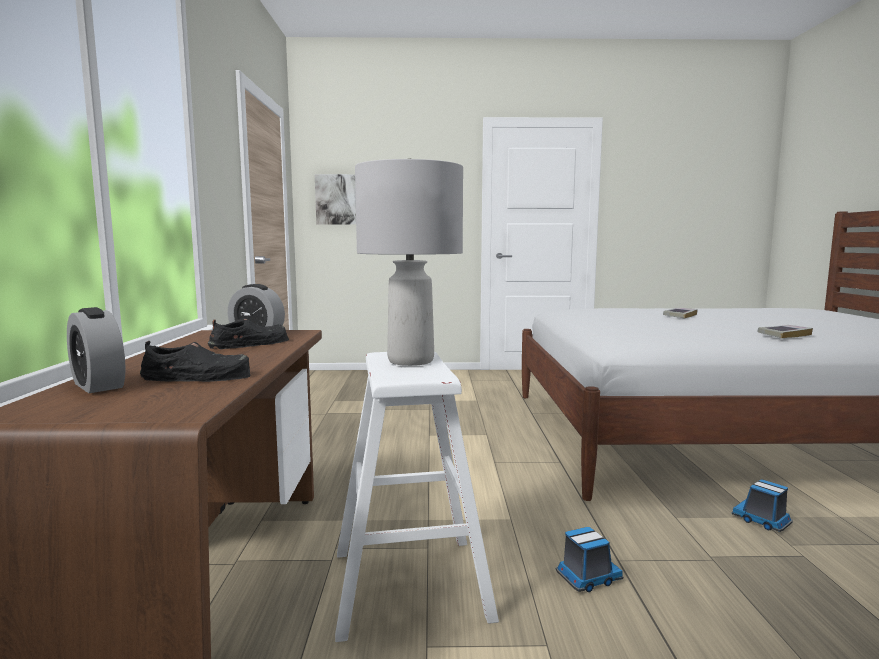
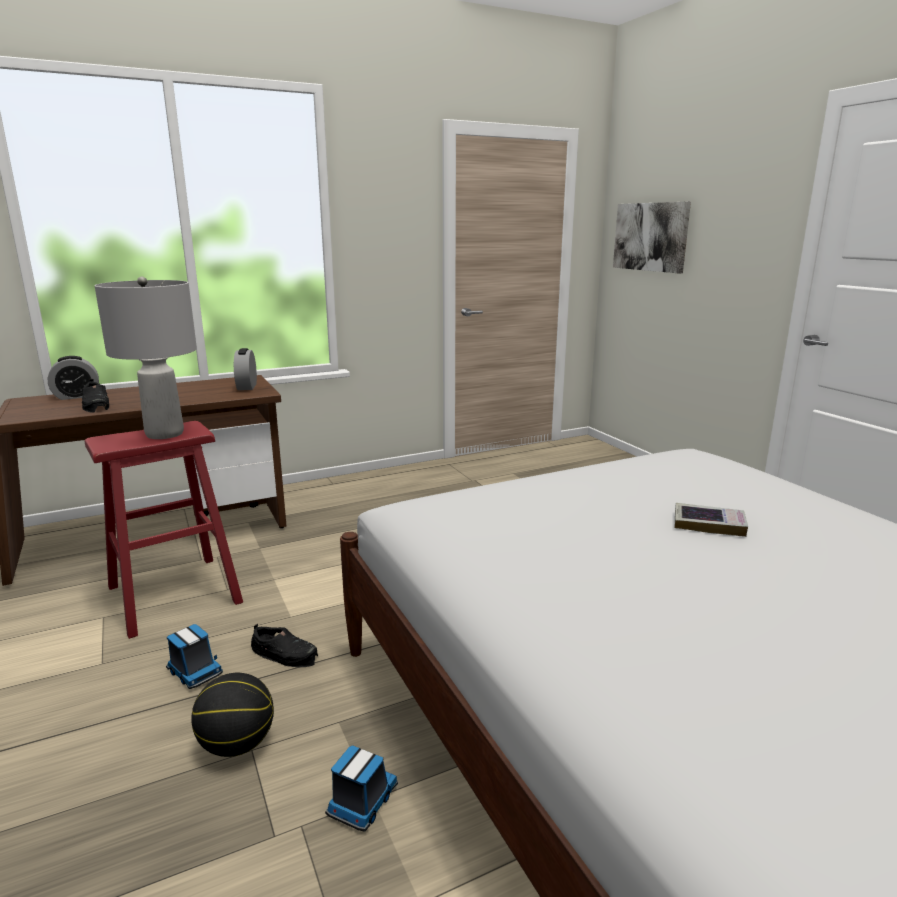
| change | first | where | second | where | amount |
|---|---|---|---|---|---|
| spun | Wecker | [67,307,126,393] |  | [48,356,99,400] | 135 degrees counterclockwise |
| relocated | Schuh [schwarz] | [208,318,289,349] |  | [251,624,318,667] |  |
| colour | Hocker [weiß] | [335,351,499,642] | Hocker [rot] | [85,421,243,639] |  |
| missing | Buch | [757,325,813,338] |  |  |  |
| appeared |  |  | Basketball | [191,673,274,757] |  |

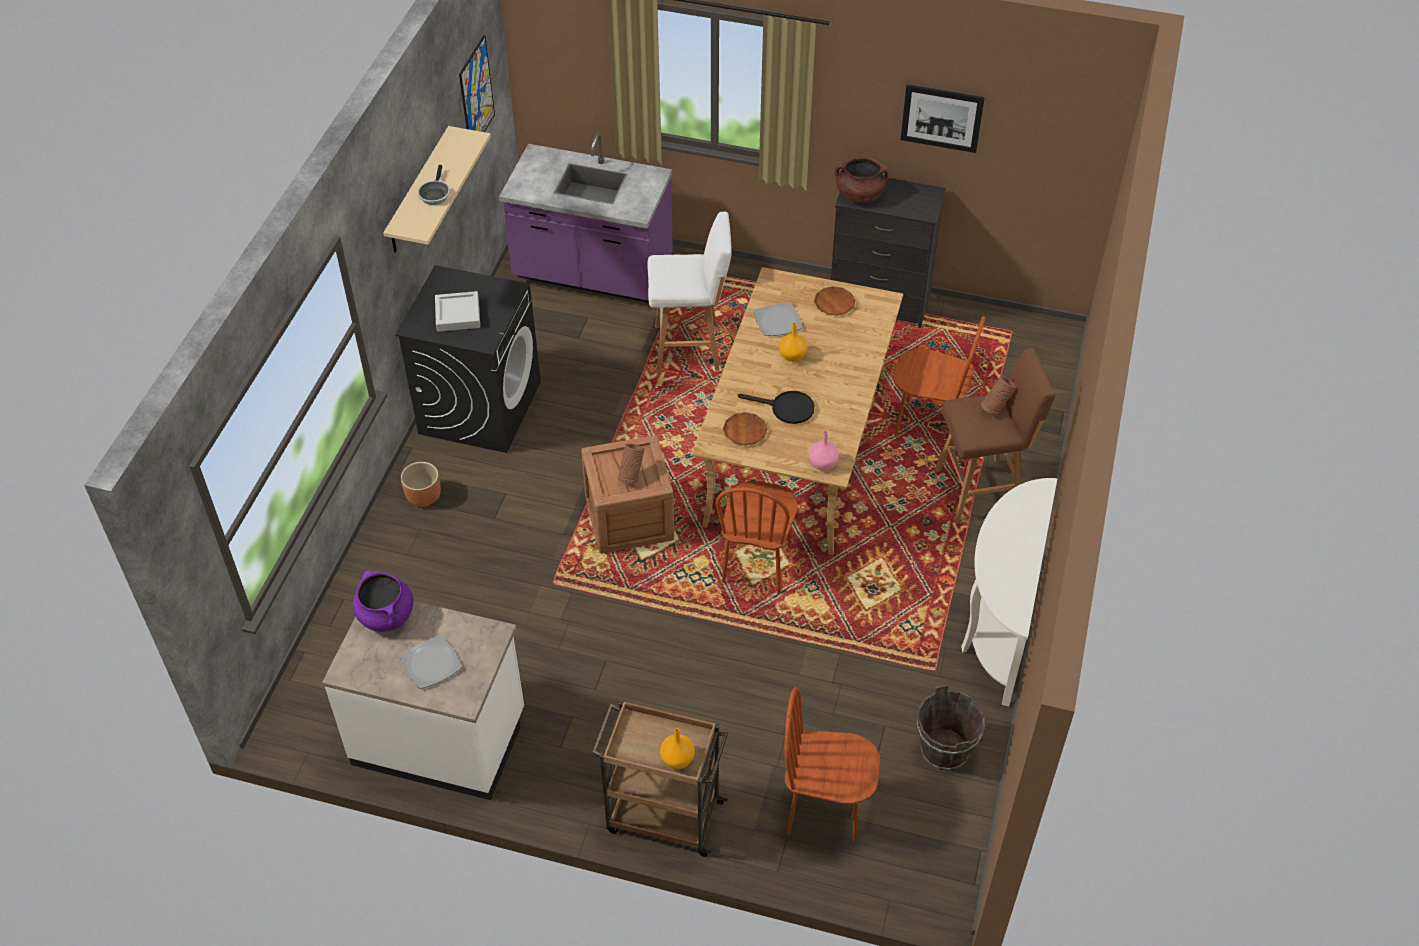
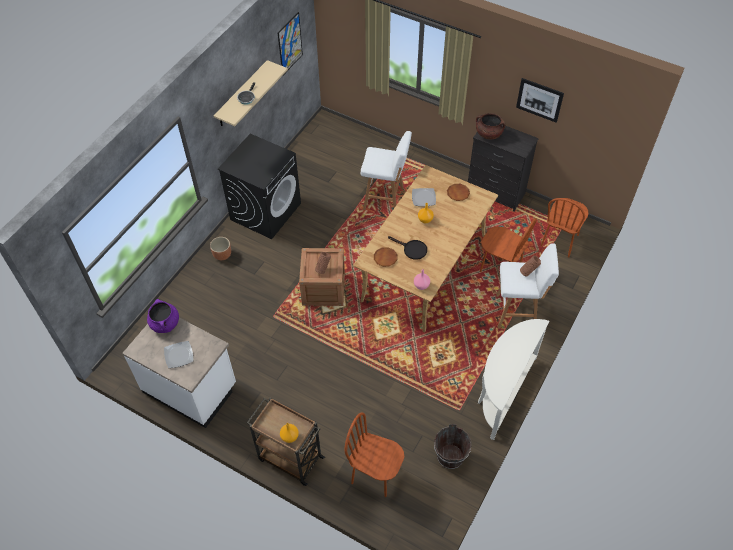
| change | first | where | second | where | amount |
|---|---|---|---|---|---|
| missing | Tablett [grau] | [435,291,480,332] |  |  |  |
| missing | Küchenzeile [lila] | [499,134,673,303] |  |  |  |
| relocated | Stuhl [braun] | [716,481,798,594] |  | [541,198,588,257] |  |
| colour | Hocker [braun] | [935,348,1055,523] | Hocker [weiß] | [496,243,559,328] |  |

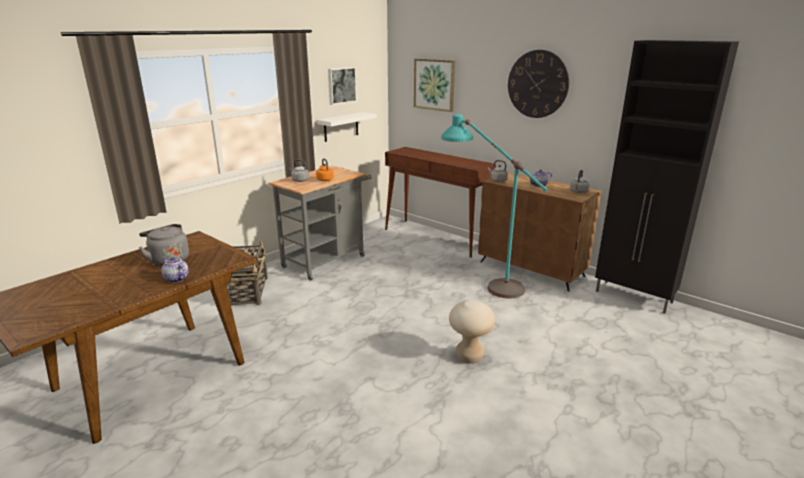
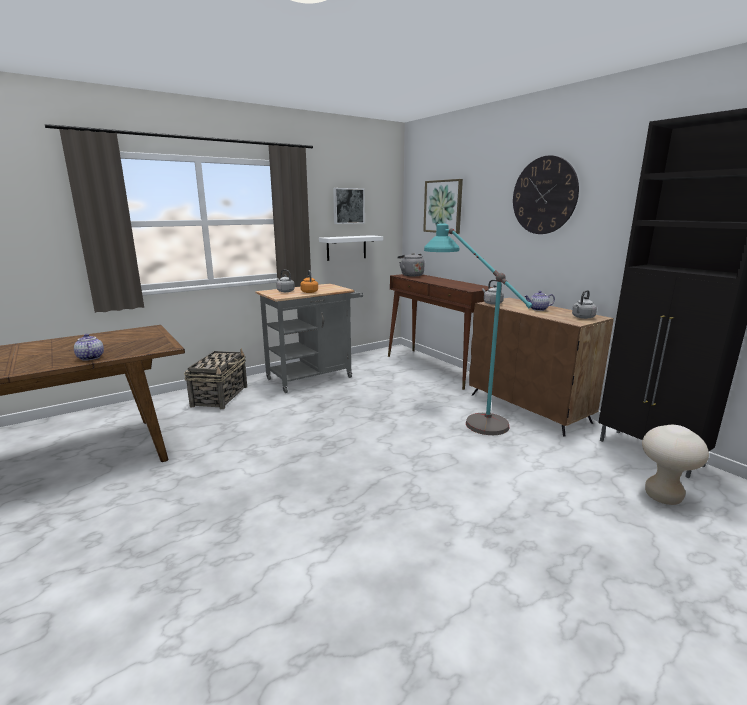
| change | first | where | second | where | amount |
|---|---|---|---|---|---|
| relocated | Wasserkessel [grau] | [139,224,189,266] |  | [397,253,425,277] |  |
| relocated | Hocker [beige] | [449,300,495,364] |  | [642,425,709,505] |  |

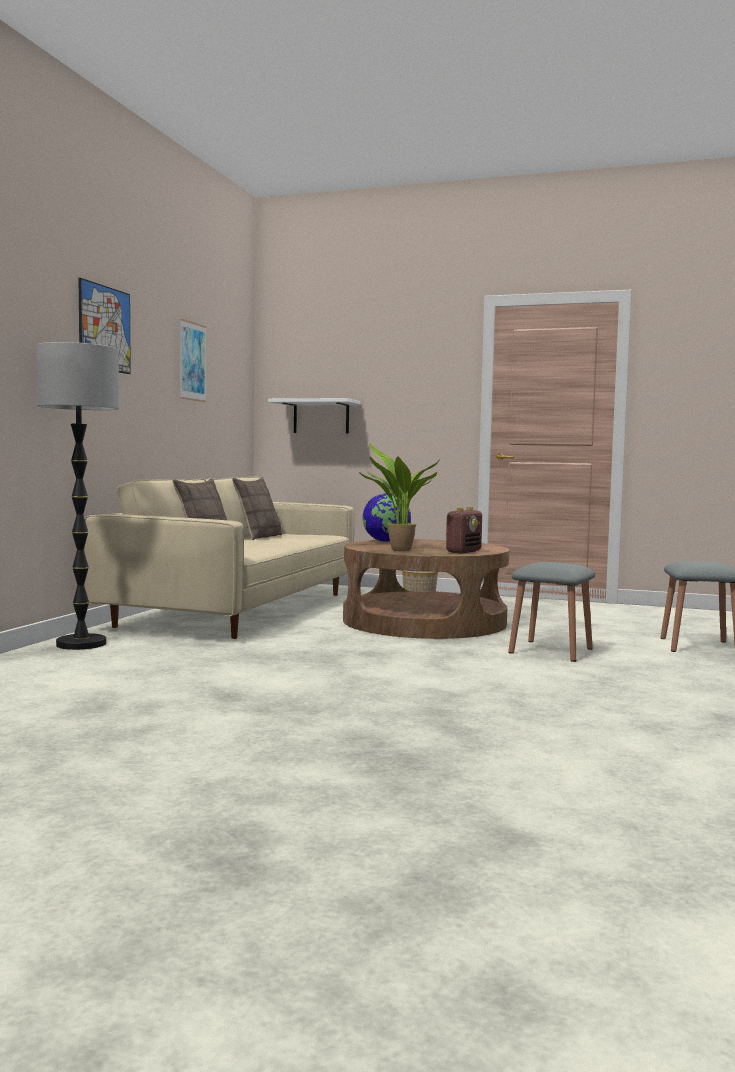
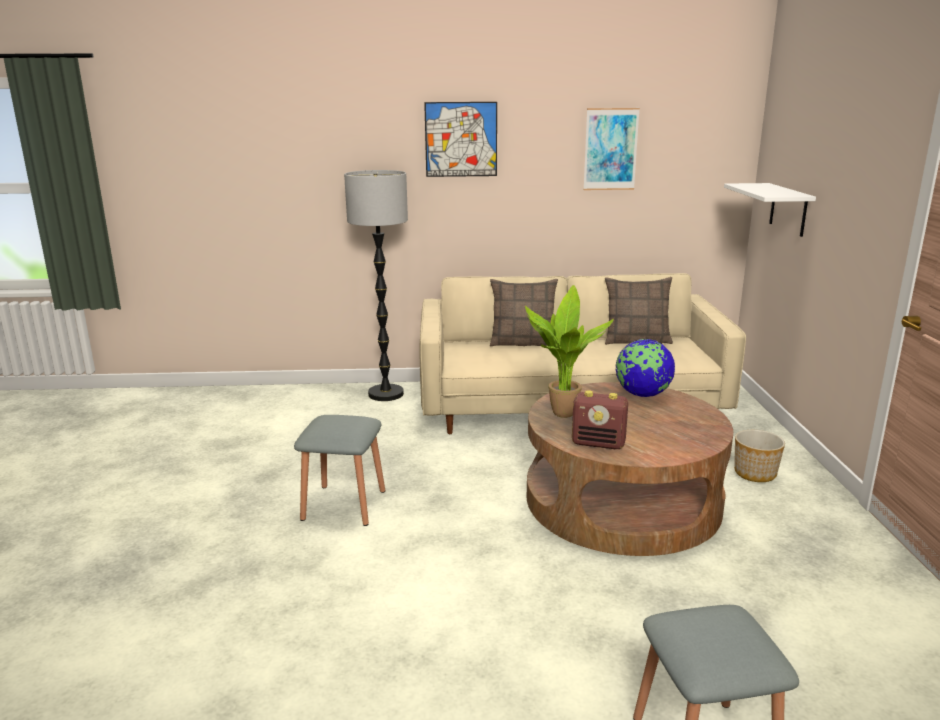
| change | first | where | second | where | amount |
|---|---|---|---|---|---|
| relocated | Hocker [grau] | [508,562,595,662] |  | [294,415,385,526] |  |

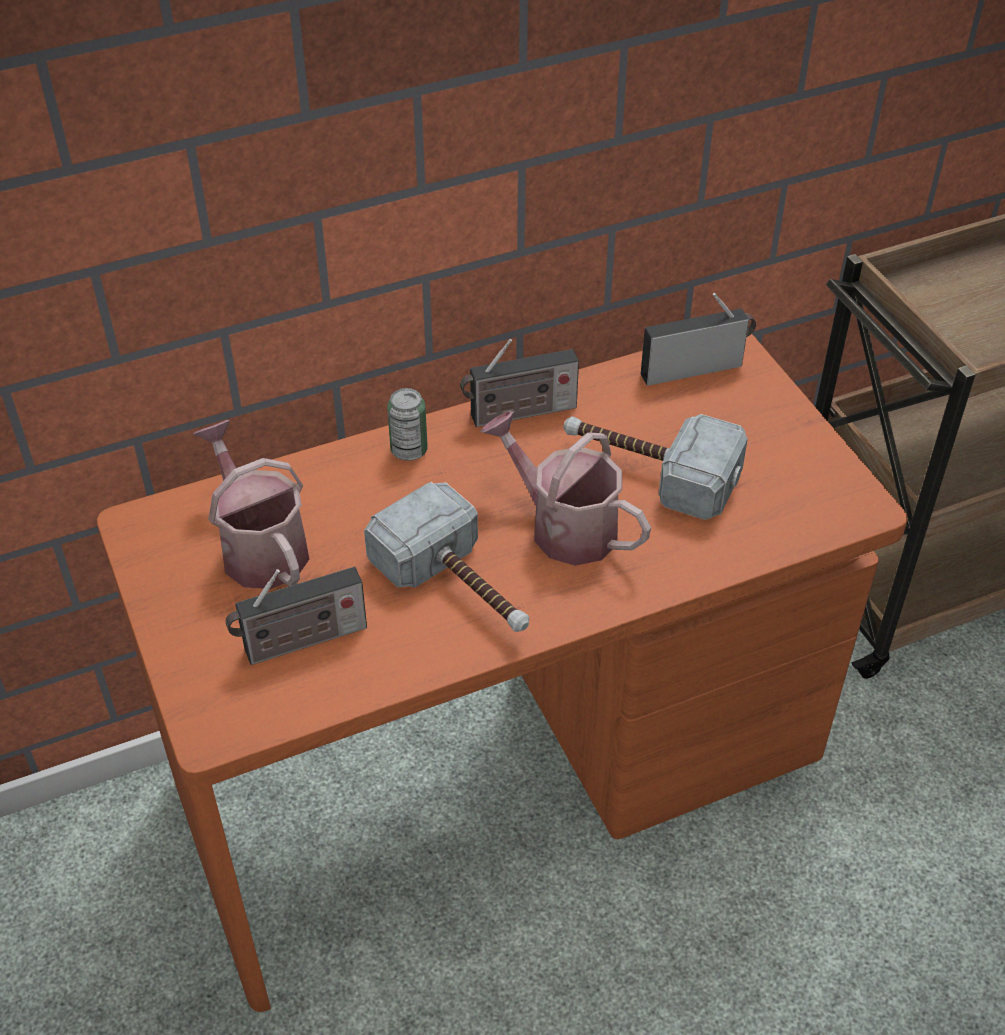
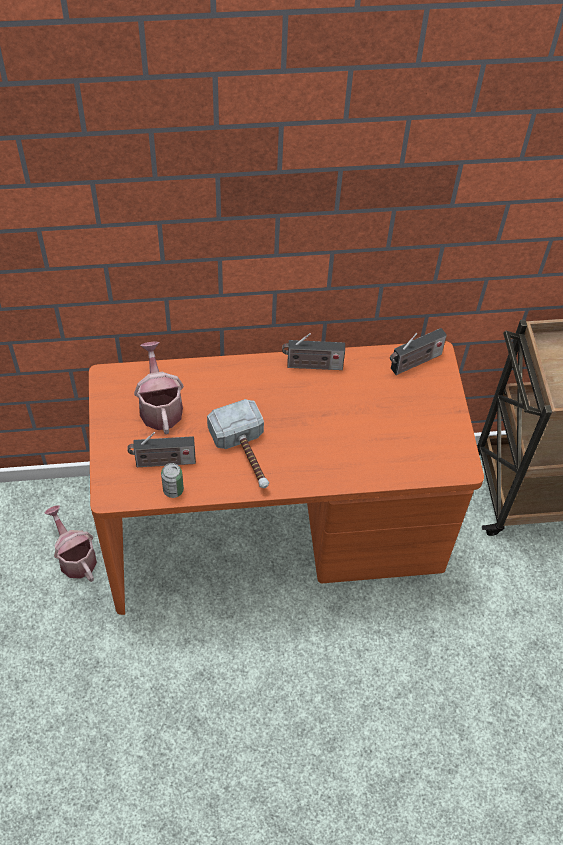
| change | first | where | second | where | amount |
|---|---|---|---|---|---|
| relocated | Dose | [387,388,428,461] |  | [161,463,184,498] |  |
| relocated | Gießkanne | [480,411,651,566] |  | [44,505,97,582] |  |
| missing | Hammer | [563,414,748,520] |  |  |  |
| spun | Radio | [641,293,756,386] |  | [390,328,447,375] | 150 degrees clockwise |

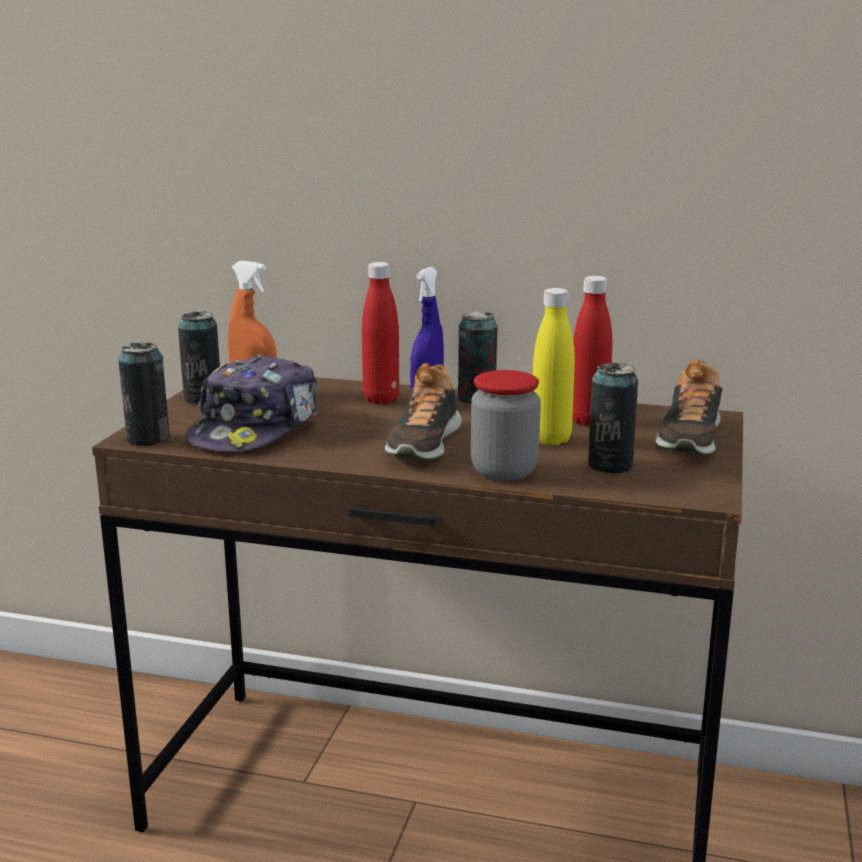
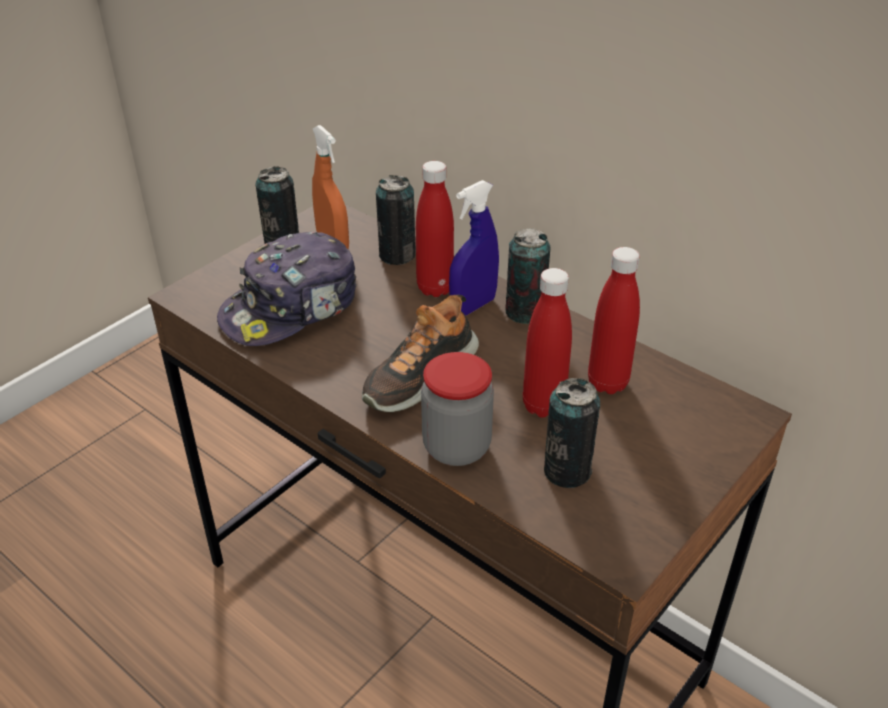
| change | first | where | second | where | amount |
|---|---|---|---|---|---|
| relocated | Dose | [118,343,170,447] |  | [376,175,416,265] |  |
| colour | Flasche [gelb] | [533,288,575,445] | Flasche [rot] | [523,268,572,418] |  |
| missing | Schuh | [655,359,722,455] |  |  |  |

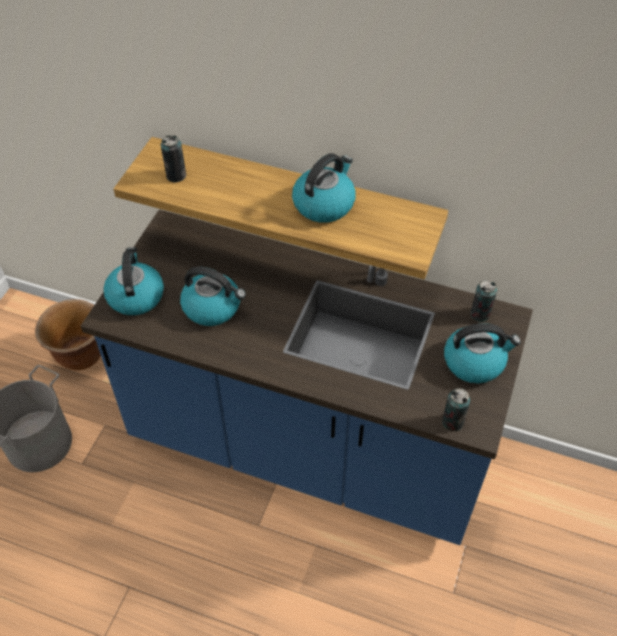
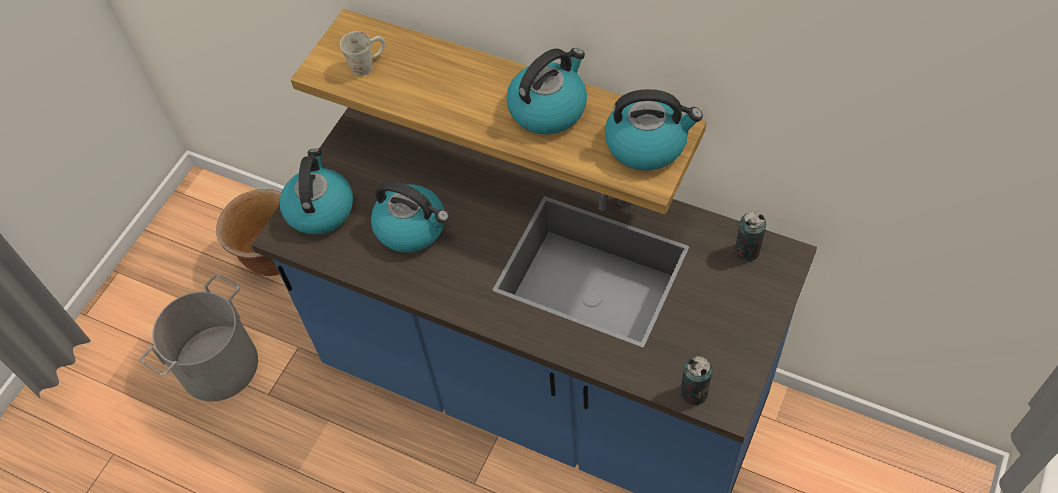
| change | first | where | second | where | amount |
|---|---|---|---|---|---|
| exchanged | Dose | [161,135,186,183] | Henkelbecher [weiß] | [340,31,385,76] |  |
| relocated | Wasserkessel | [444,323,521,384] |  | [605,89,703,171] |  |

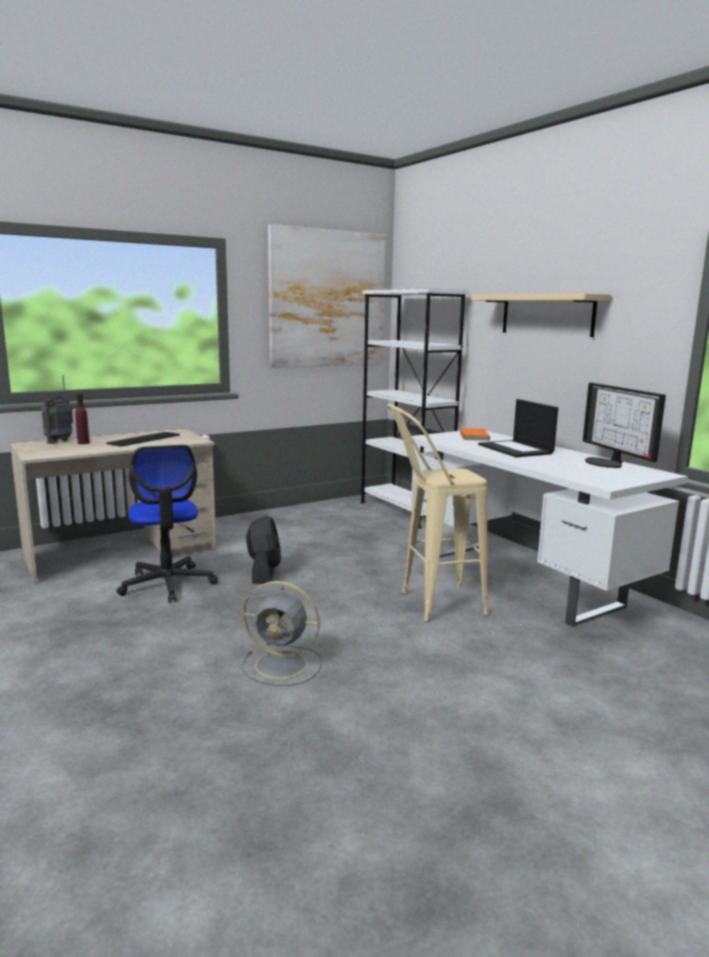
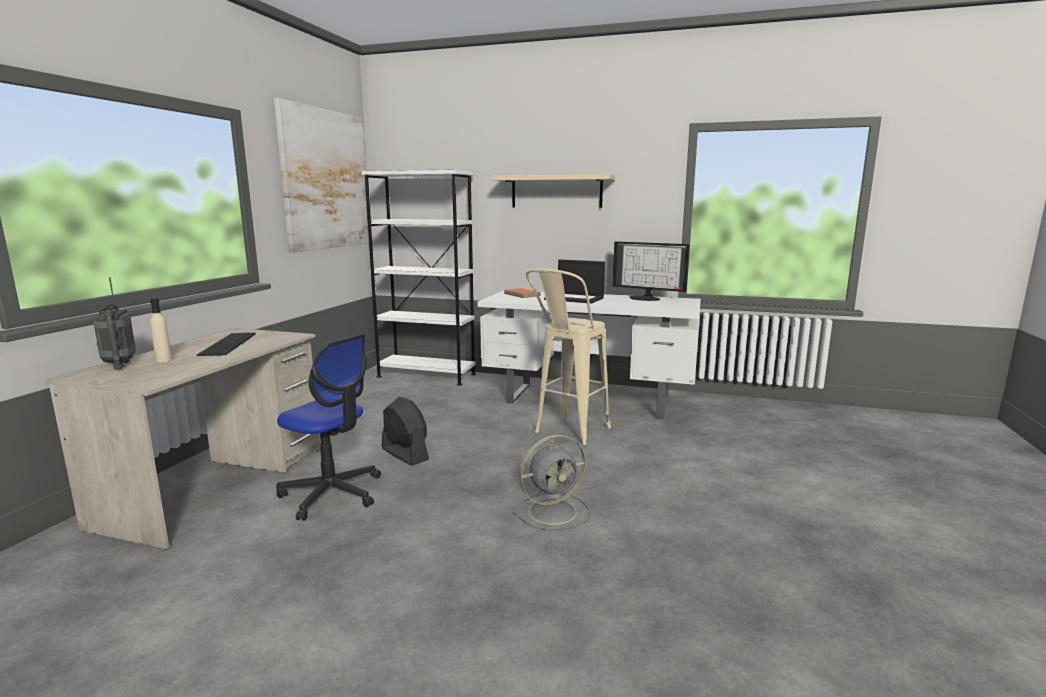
| change | first | where | second | where | amount |
|---|---|---|---|---|---|
| colour | Flasche [lila] | [75,394,90,444] | Flasche [beige] | [150,298,172,362] |  |

